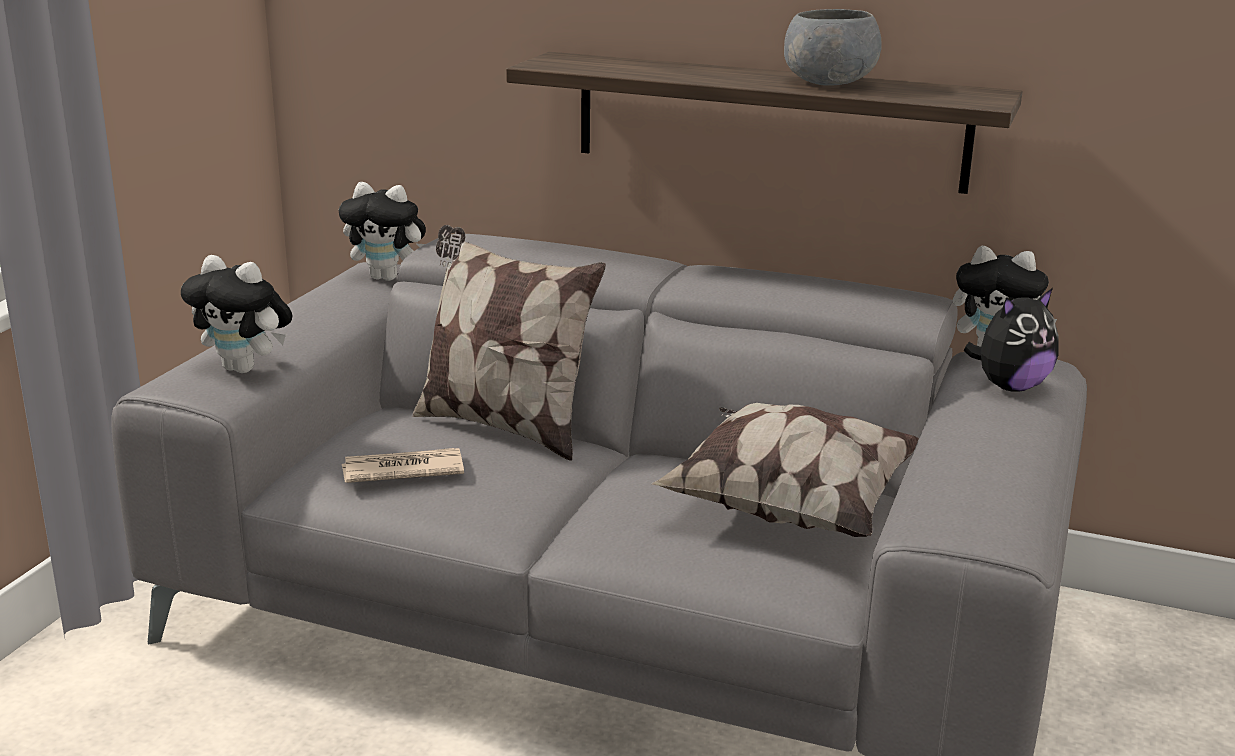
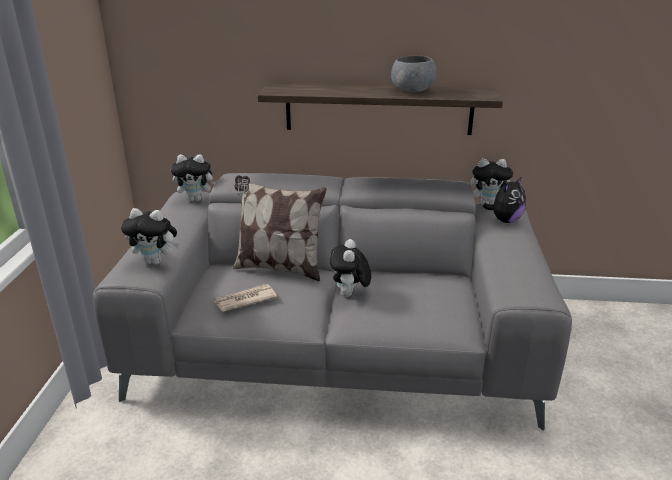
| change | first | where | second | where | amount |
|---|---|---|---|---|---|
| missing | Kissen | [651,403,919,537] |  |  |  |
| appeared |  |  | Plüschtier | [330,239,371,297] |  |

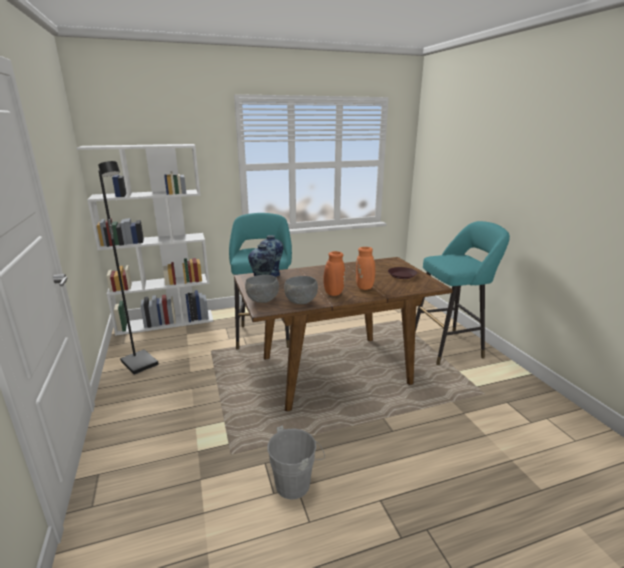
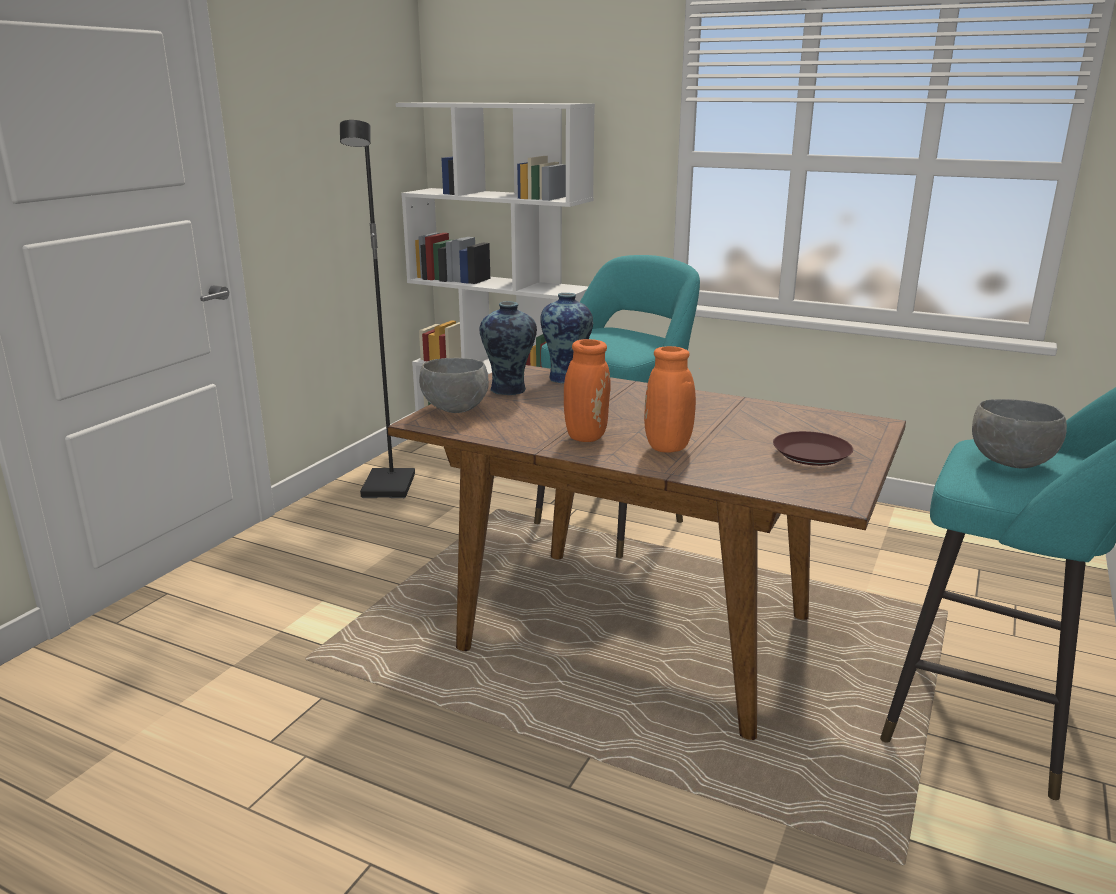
| change | first | where | second | where | amount |
|---|---|---|---|---|---|
| missing | Eimer [grau] | [267,425,325,500] |  |  |  |
| relocated | Schüssel [grau] | [284,276,318,304] |  | [972,399,1067,469] |  |

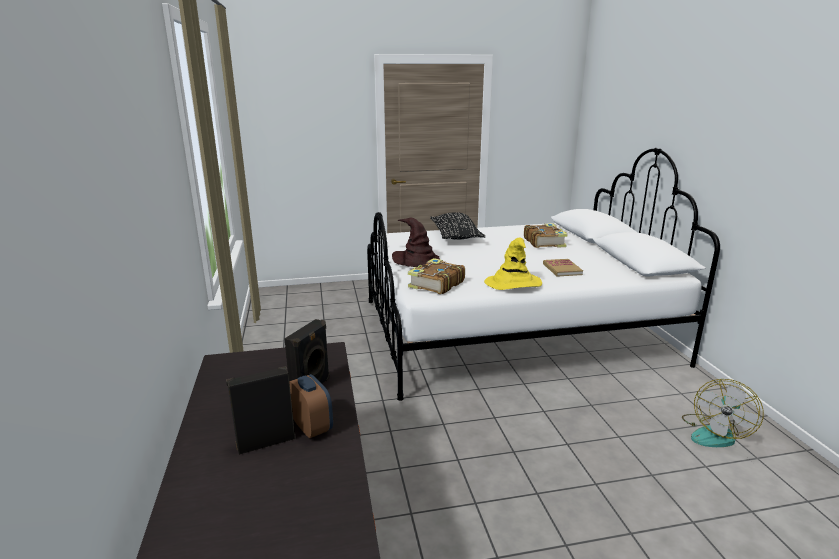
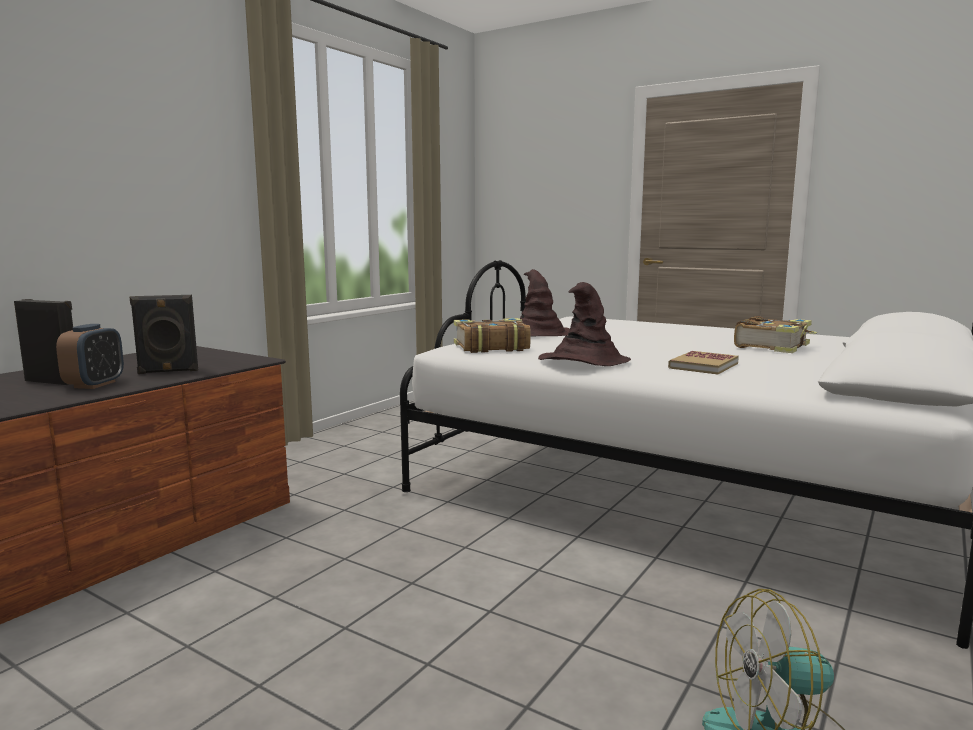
| change | first | where | second | where | amount |
|---|---|---|---|---|---|
| missing | Kissen [schwarz] | [430,213,486,240] |  |  |  |
| colour | Hut [gelb] | [484,237,542,290] | Hut [braun] | [538,282,631,366] |  |

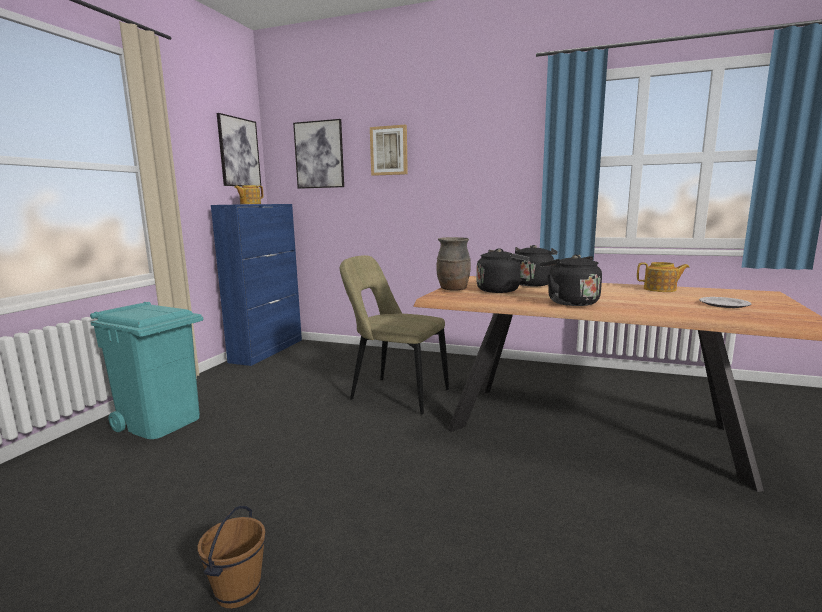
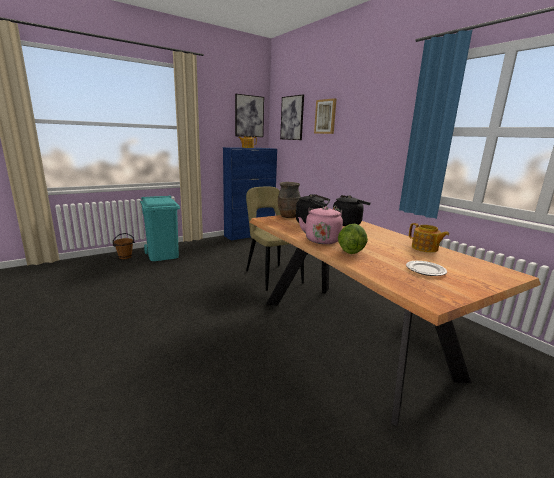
| change | first | where | second | where | amount |
|---|---|---|---|---|---|
| relocated | Eimer [braun] | [198,506,266,609] |  | [113,233,135,259] |  |
| colour | Wasserkessel [schwarz] | [540,254,602,306] | Wasserkessel [rosa] | [298,206,343,244] |  |
| appeared |  |  | Salatkopf | [338,223,368,254] |  |

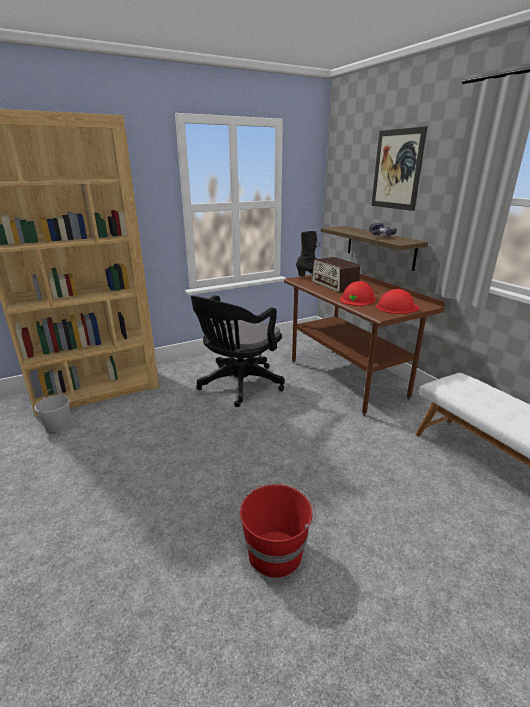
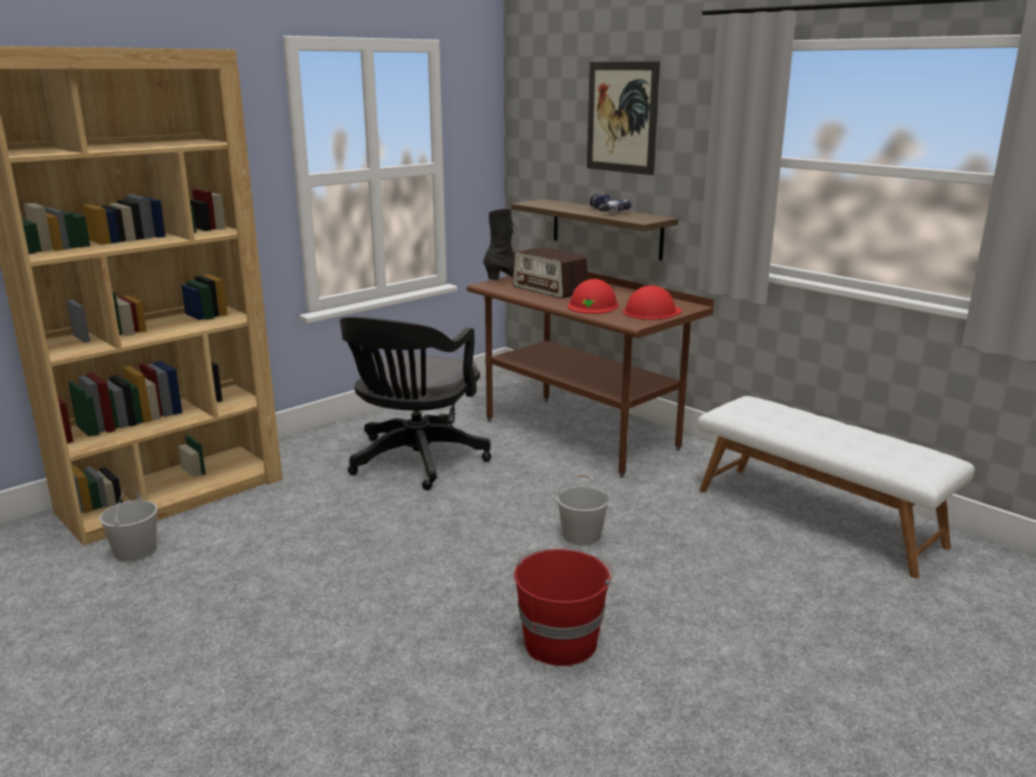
| change | first | where | second | where | amount |
|---|---|---|---|---|---|
| appeared |  |  | Eimer [weiß] | [557,475,609,546] |  |

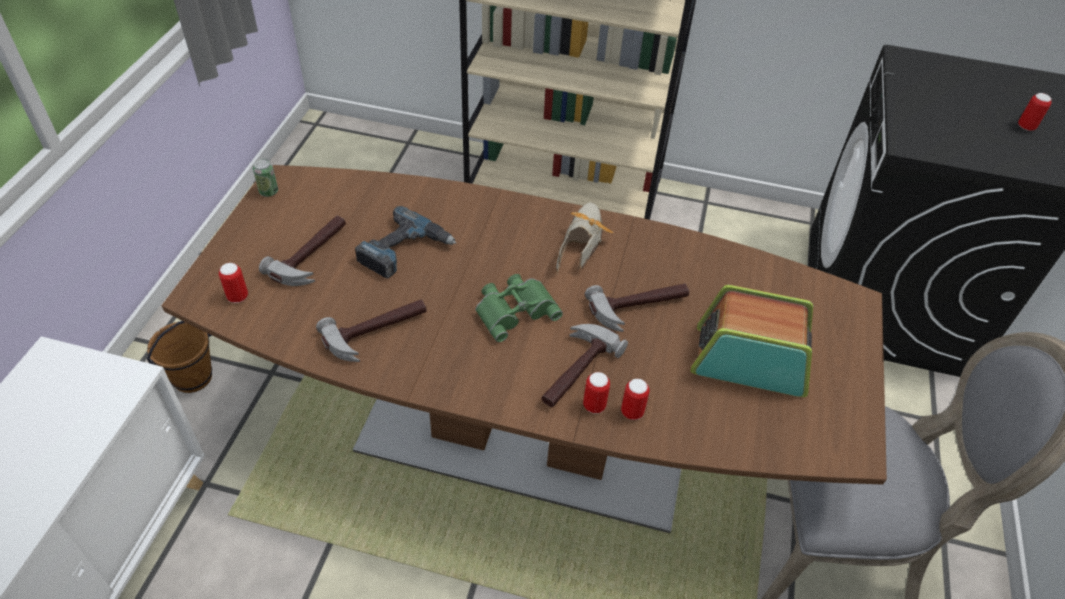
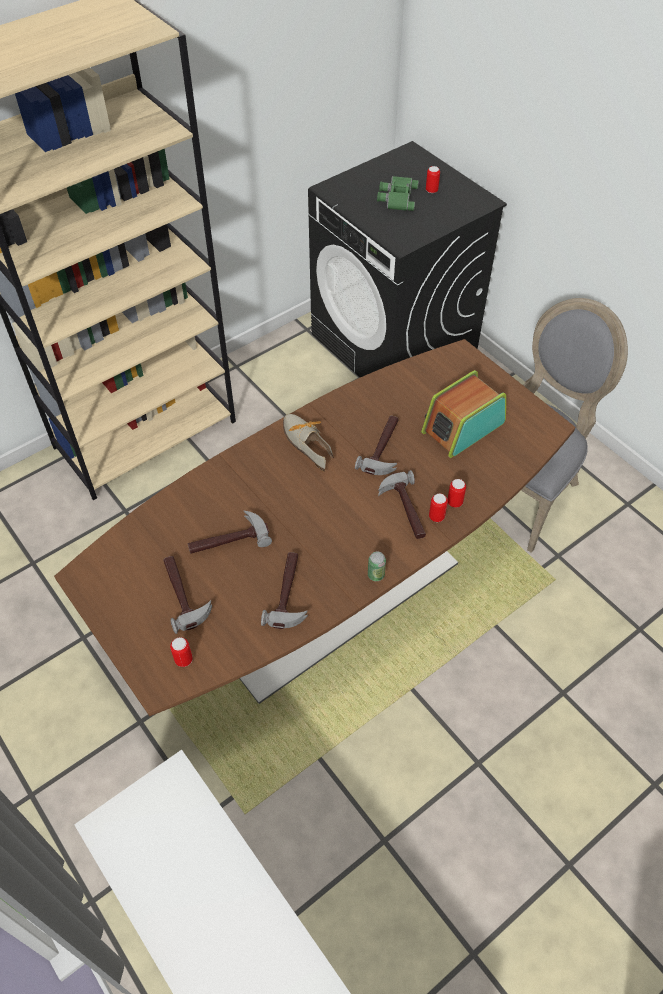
| change | first | where | second | where | amount |
|---|---|---|---|---|---|
| missing | Eimer [braun] | [147,321,212,393] |  |  |  |
| relocated | Dose | [253,159,278,197] |  | [368,551,386,581] |  |
| exchanged | Bohrmaschine | [355,206,456,279] | Hammer | [188,511,272,554] |  |
| relocated | Fernglas [grün] | [475,274,563,342] |  | [377,176,419,211] |  |

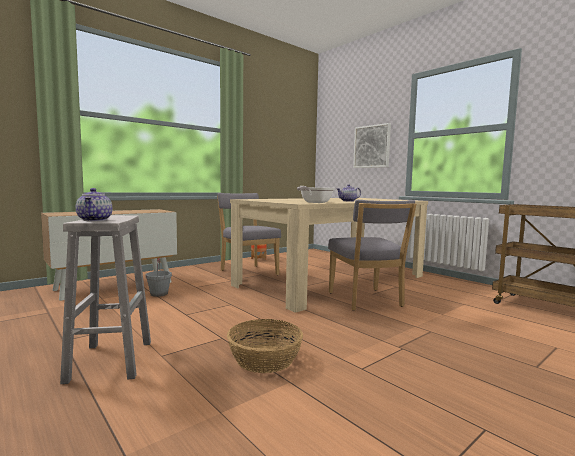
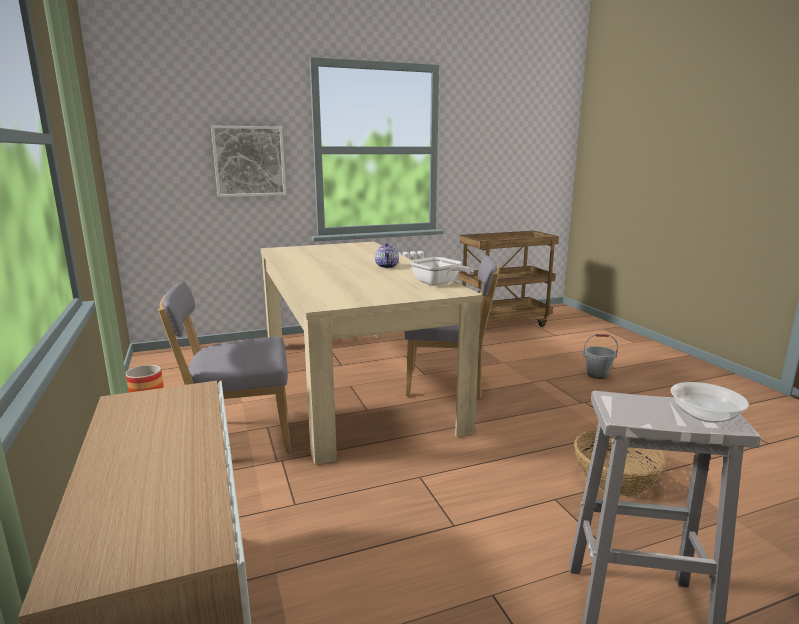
| change | first | where | second | where | amount |
|---|---|---|---|---|---|
| exchanged | Teekanne | [76,188,112,221] | Schüssel | [671,382,749,423] |  |
| relocated | Eimer [grau] | [146,258,172,297] |  | [583,334,618,379] |  |

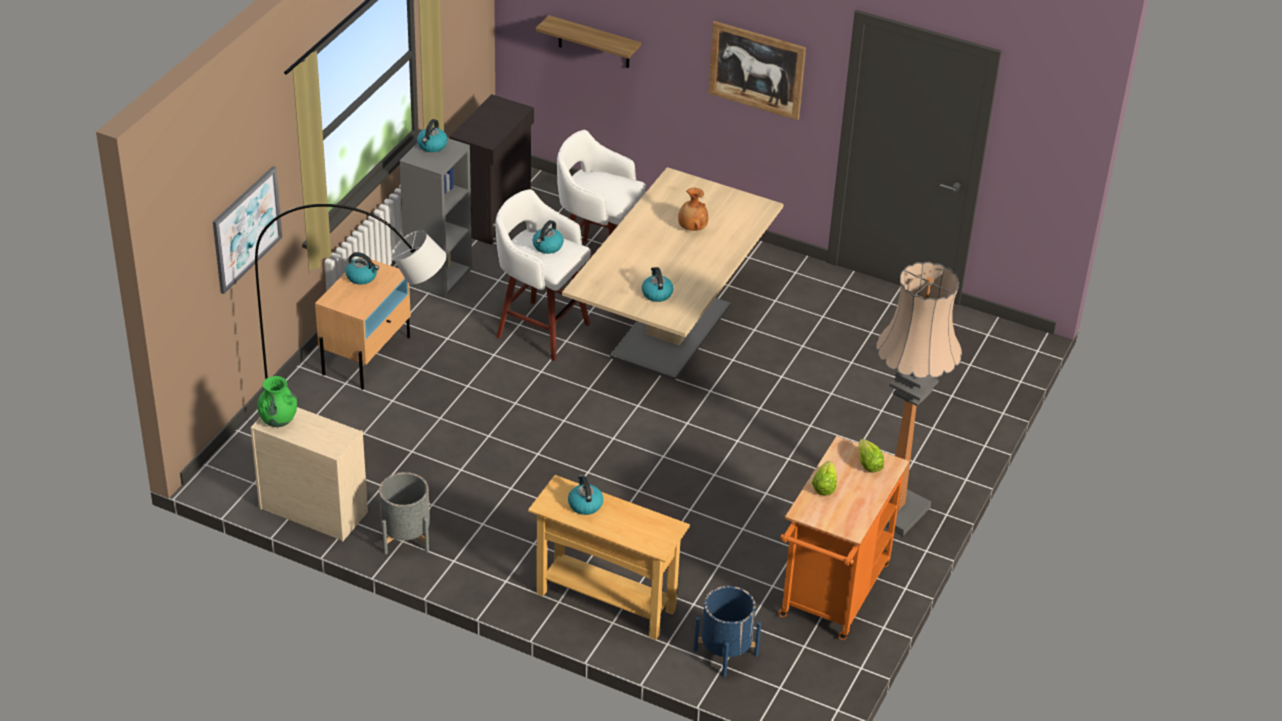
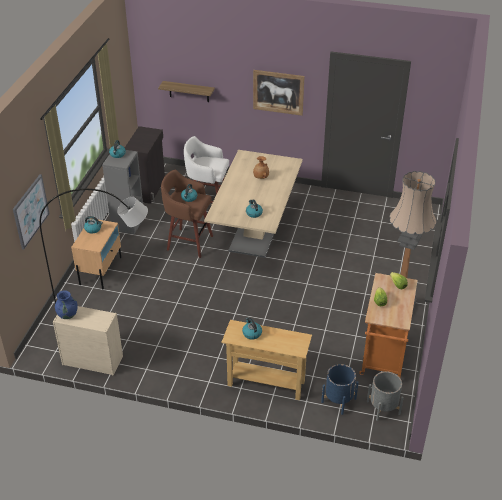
| change | first | where | second | where | amount |
|---|---|---|---|---|---|
| colour | Vase [grün] | [257,376,297,427] | Vase [blau] | [55,290,78,319] |  |
| relocated | Pflanzkübel [grau] | [379,472,430,554] |  | [367,371,404,421] |  |
| colour | Hocker [weiß] | [495,189,591,361] | Hocker [braun] | [161,170,213,258] |  |

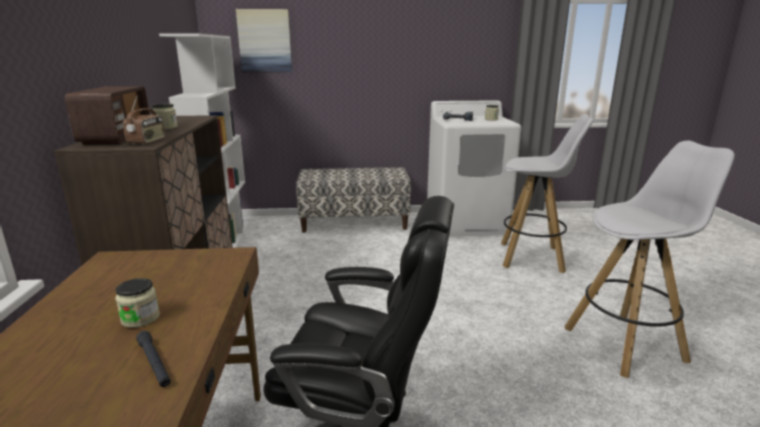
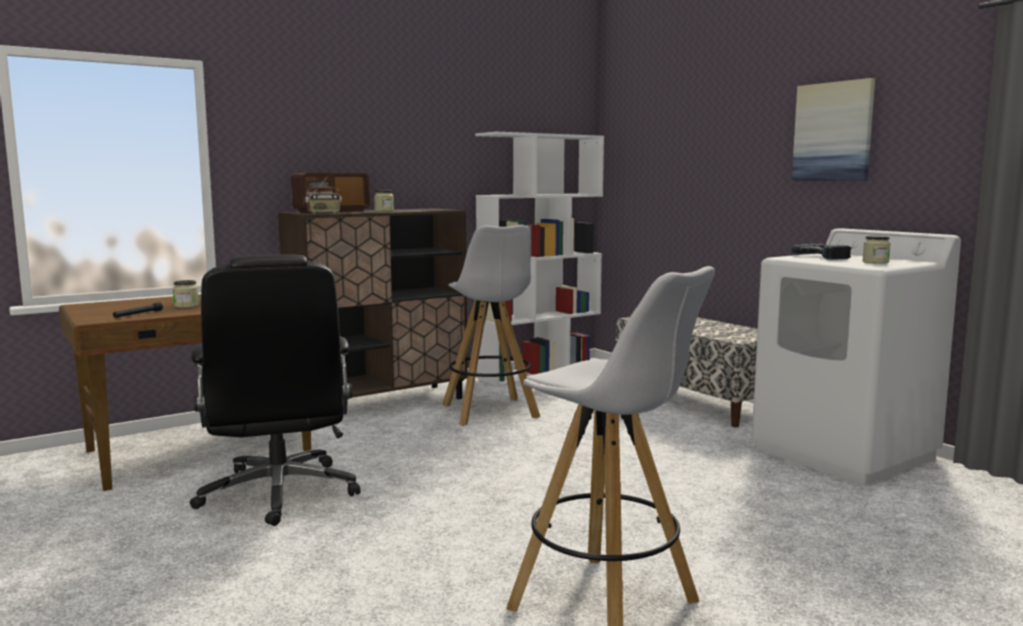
| change | first | where | second | where | amount |
|---|---|---|---|---|---|
| relocated | Bild | [236,9,292,72] |  | [792,78,875,181] |  |
| relocated | Hocker [weiß] | [501,114,594,273] |  | [442,225,541,426] |  |

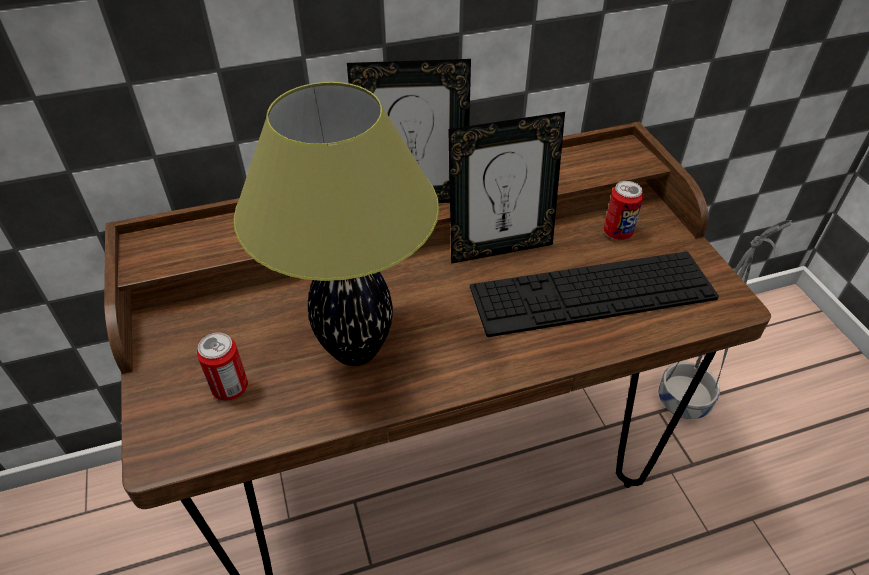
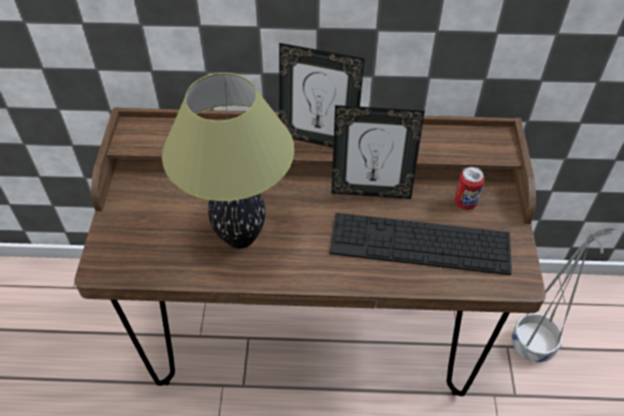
| change | first | where | second | where | amount |
|---|---|---|---|---|---|
| missing | Dose | [197,333,248,401] |  |  |  |

